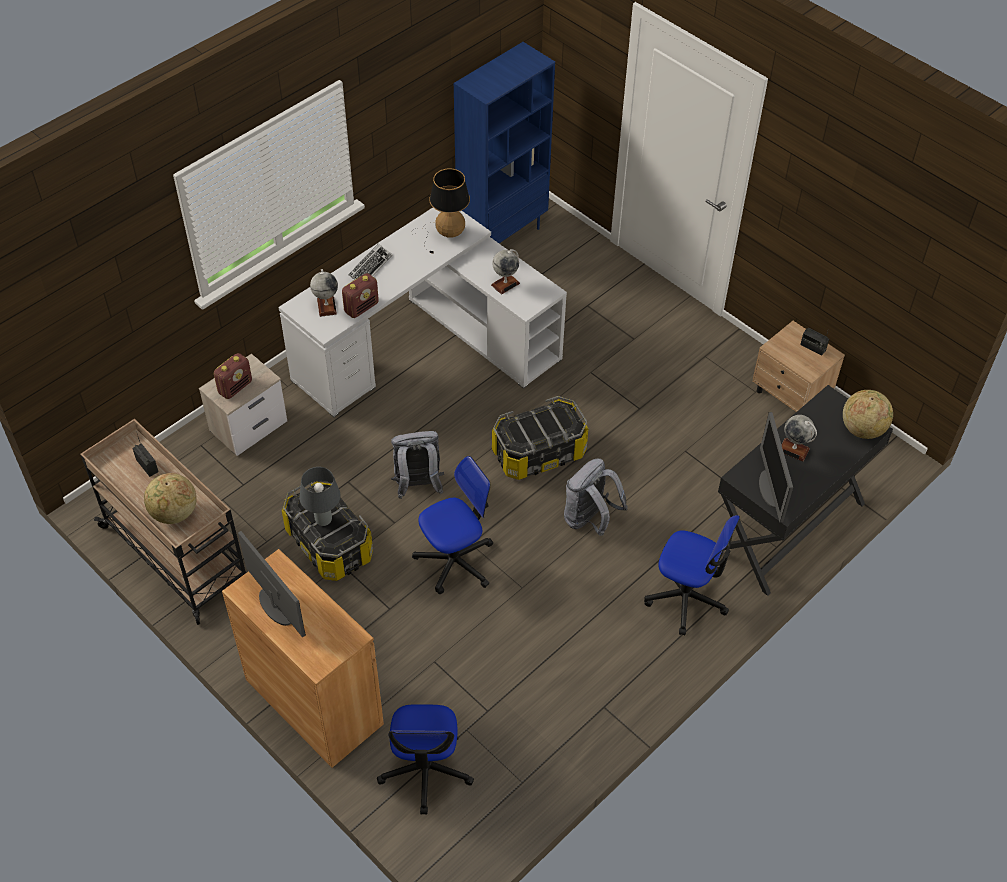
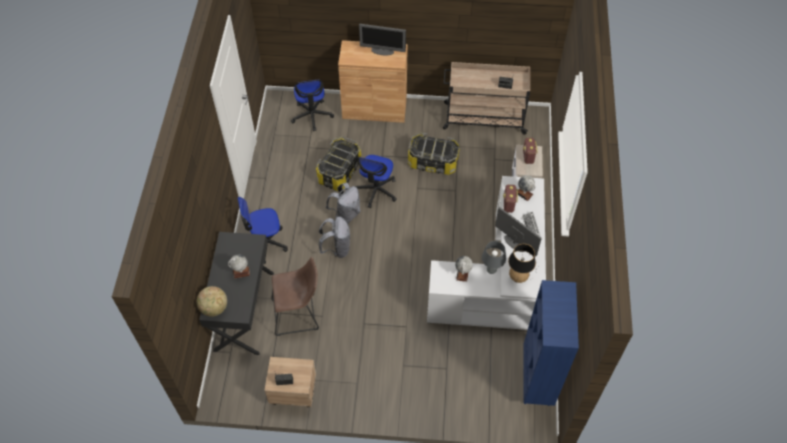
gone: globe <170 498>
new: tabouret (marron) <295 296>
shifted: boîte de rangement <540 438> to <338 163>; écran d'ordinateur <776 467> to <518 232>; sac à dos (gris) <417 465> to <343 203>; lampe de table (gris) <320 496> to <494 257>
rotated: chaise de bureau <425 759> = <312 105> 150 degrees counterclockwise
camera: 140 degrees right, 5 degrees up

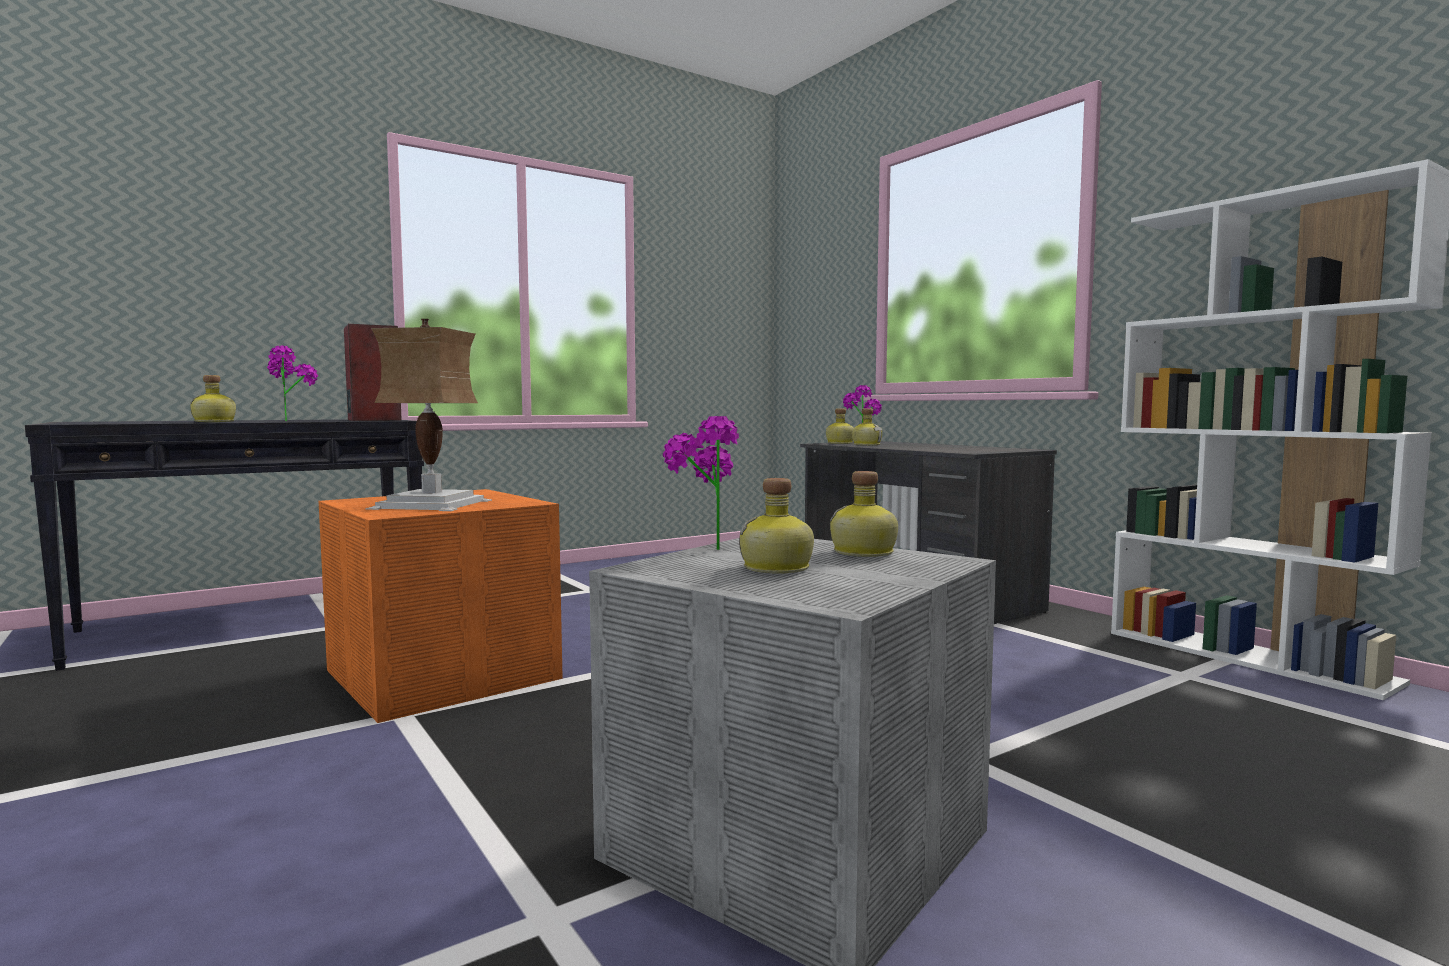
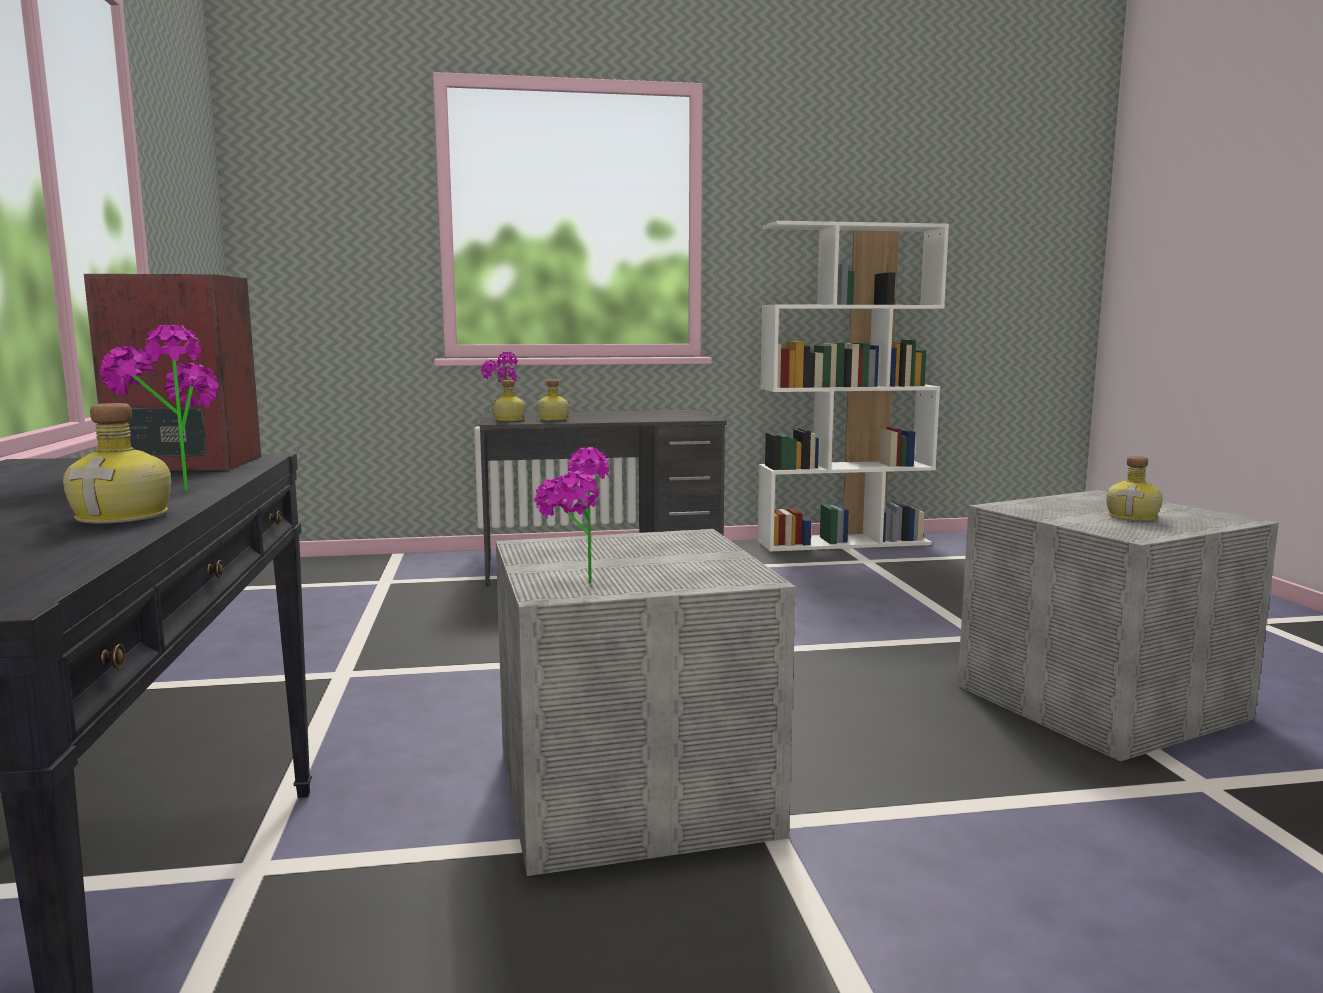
gone: lampe de table <428 415>; bouteille <864 514>
shifted: plante en pot <701 483> to <571 515>
repainted: boîte de rangement (orange) <441 606> to boîte de rangement (gris) <646 702>
camera: 65 degrees left, 5 degrees up

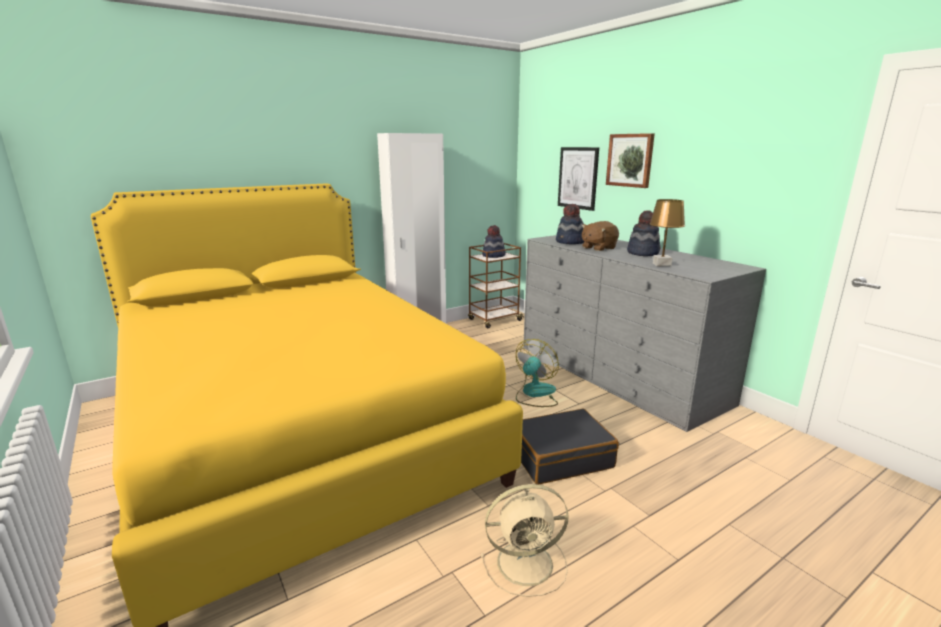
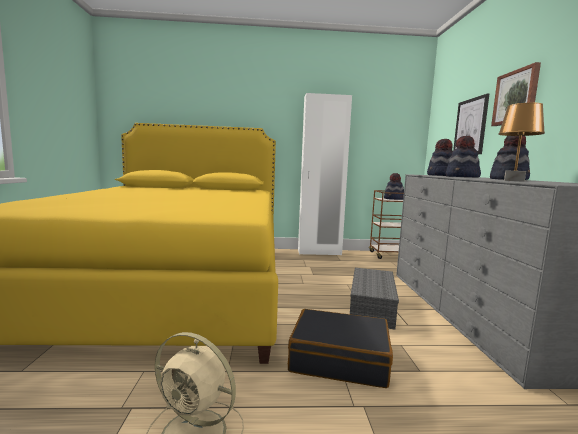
swapped: peluche (marron) <600 236> to chapeau <463 156>; ventilateur <537 373> to boîte de rangement (gris) <374 299>
camera: 30 degrees right, 10 degrees down

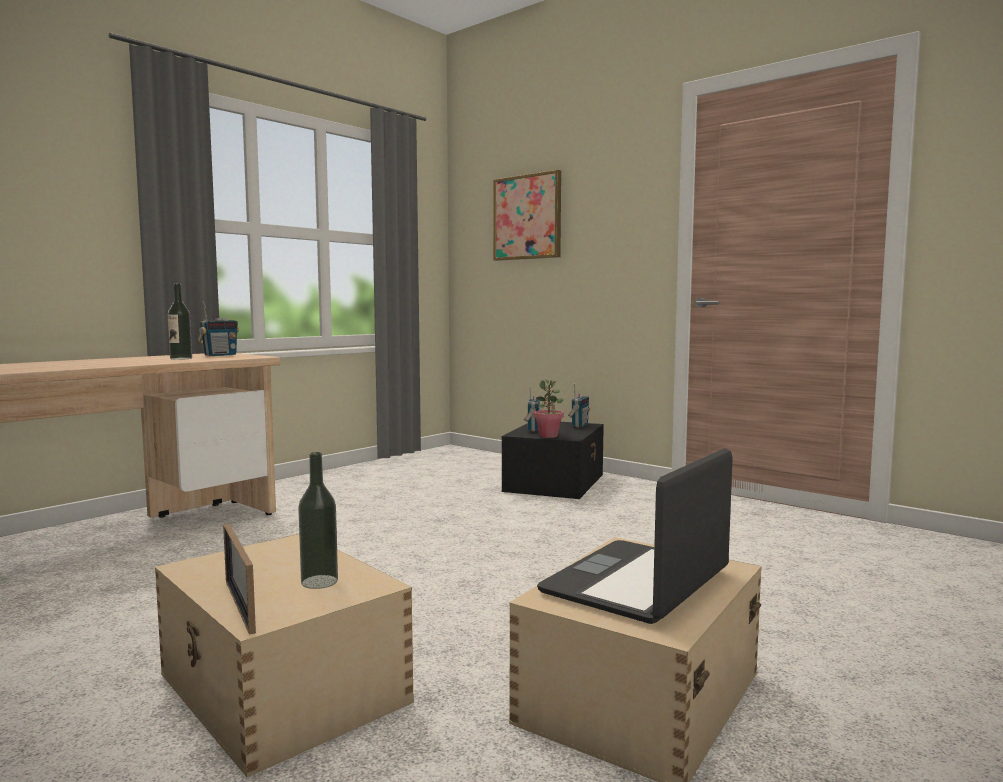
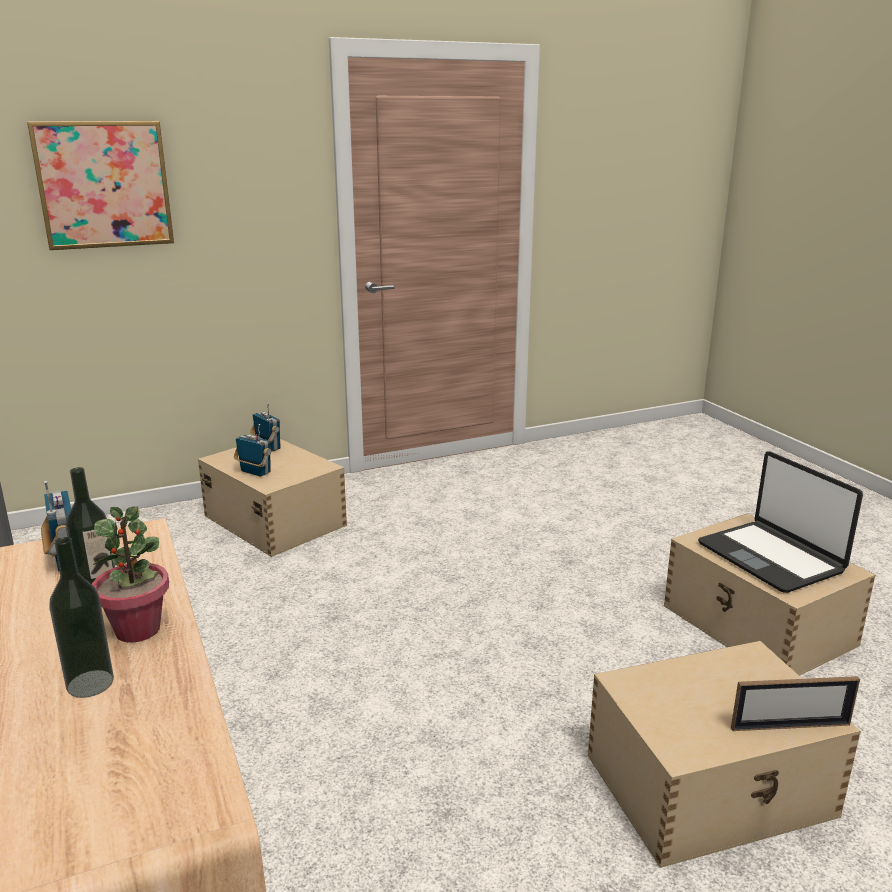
shifted: plante en pot <549 408> to <130 575>; bouteille <318 520> to <81 617>
repainted: boîte de rangement (noir) <553 460> to boîte de rangement (beige) <272 498>
camera: 65 degrees left, 15 degrees up

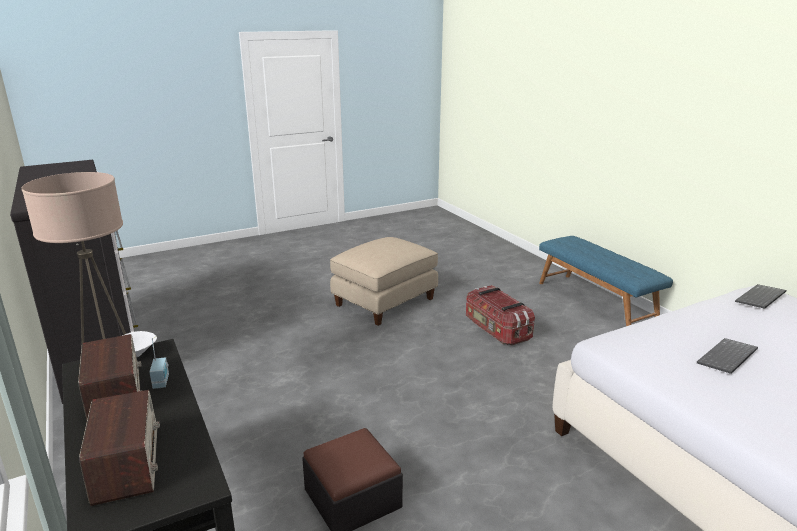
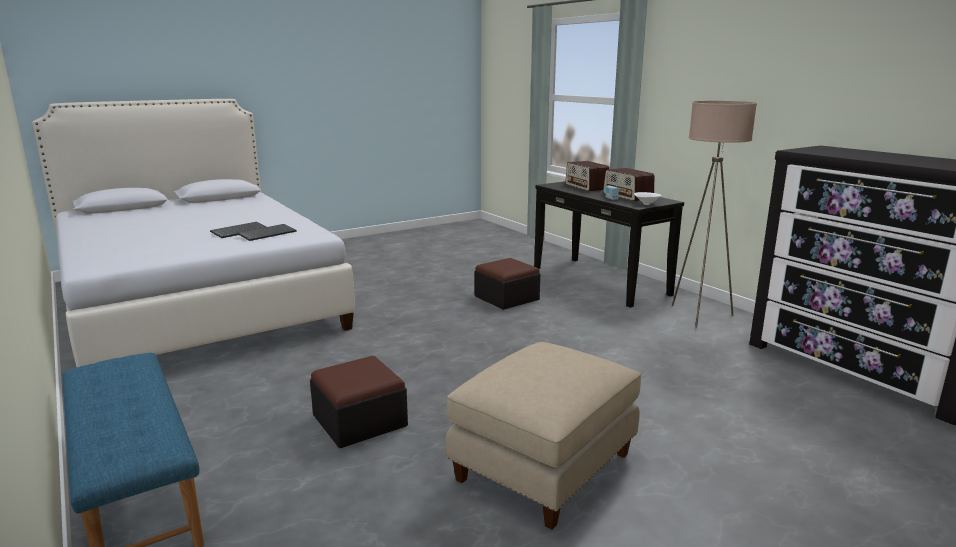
shifted: clavier <760 296> to <267 232>
swapped: boîte de rangement <500 315> to pouf <359 402>
camera: 175 degrees right, 5 degrees down

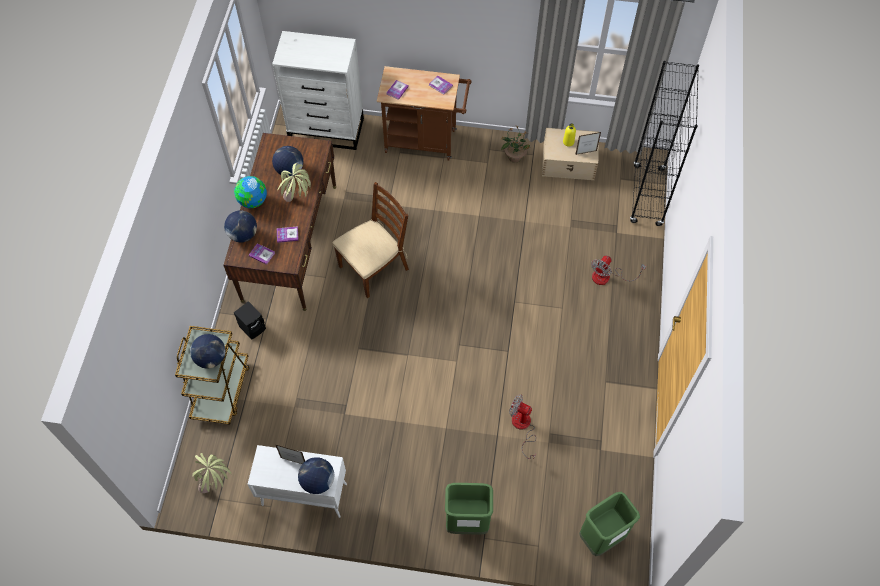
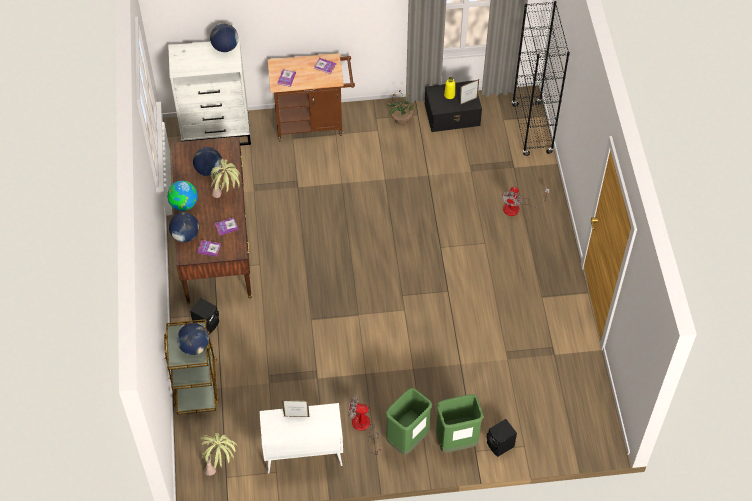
gone: chaise (marron) <370 240>
new: enceinte (noir) <502 438>
shifted: ventilateur <522 427> to <365 425>; globe <316 475> to <224 38>; poubelle (vert) <609 524> to <409 421>
repainted: boîte de rangement (beige) <570 154> to boîte de rangement (noir) <453 106>
camera: 15 degrees left, 5 degrees down

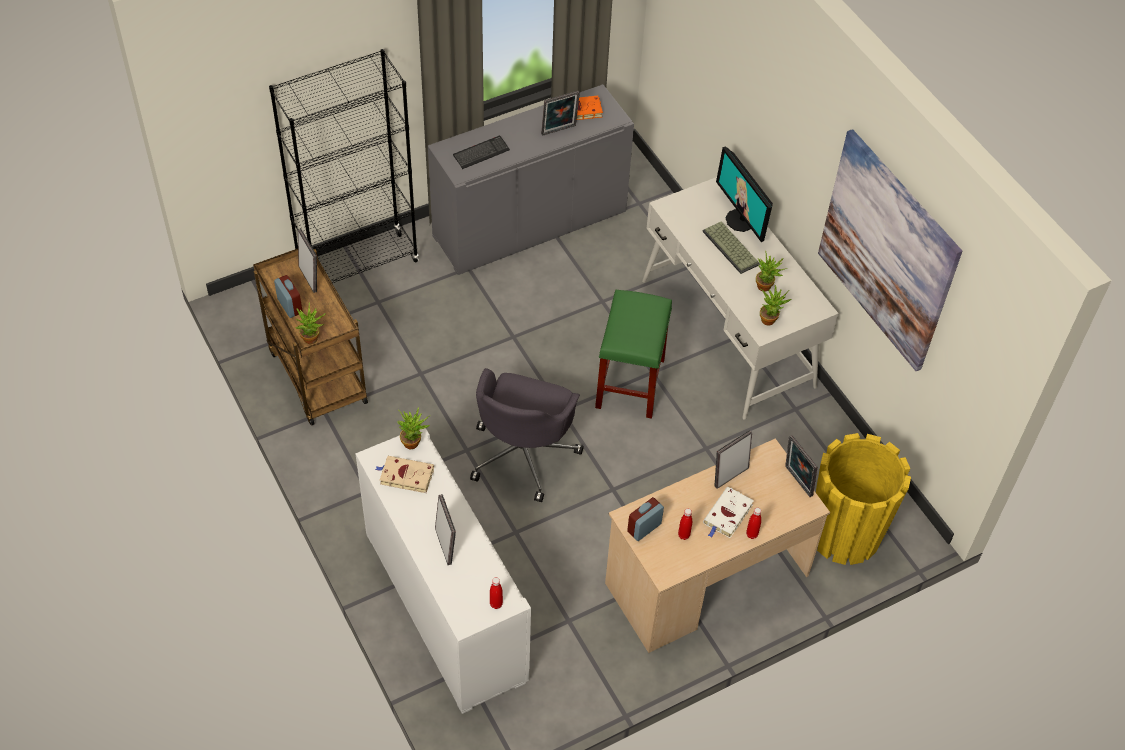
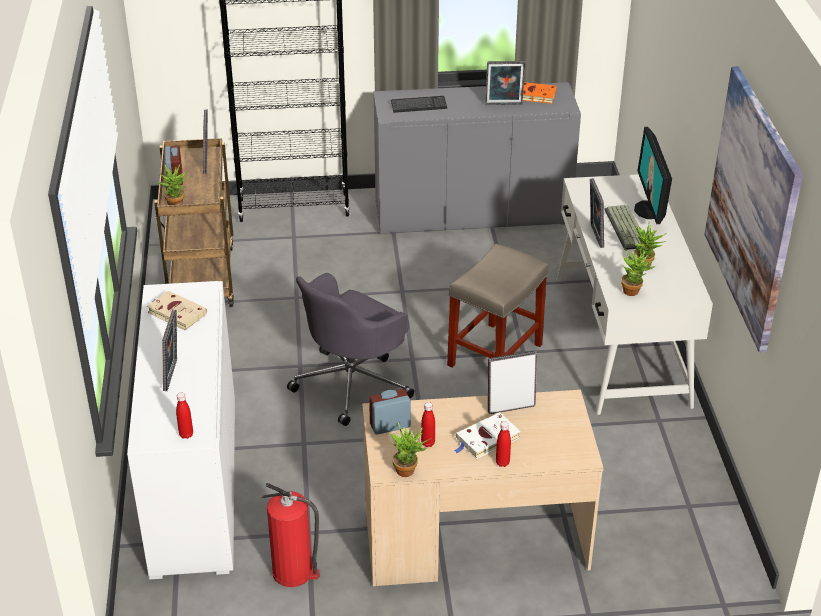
gone: cache-pot (jaune) <863 499>
new: extincteur <291 535>
shifted: plante en pot <413 428> to <411 450>; cadre photo <801 466> to <597 213>
repainted: tabouret (vert) <633 354> to tabouret (beige) <498 306>
camera: 25 degrees right, 15 degrees down

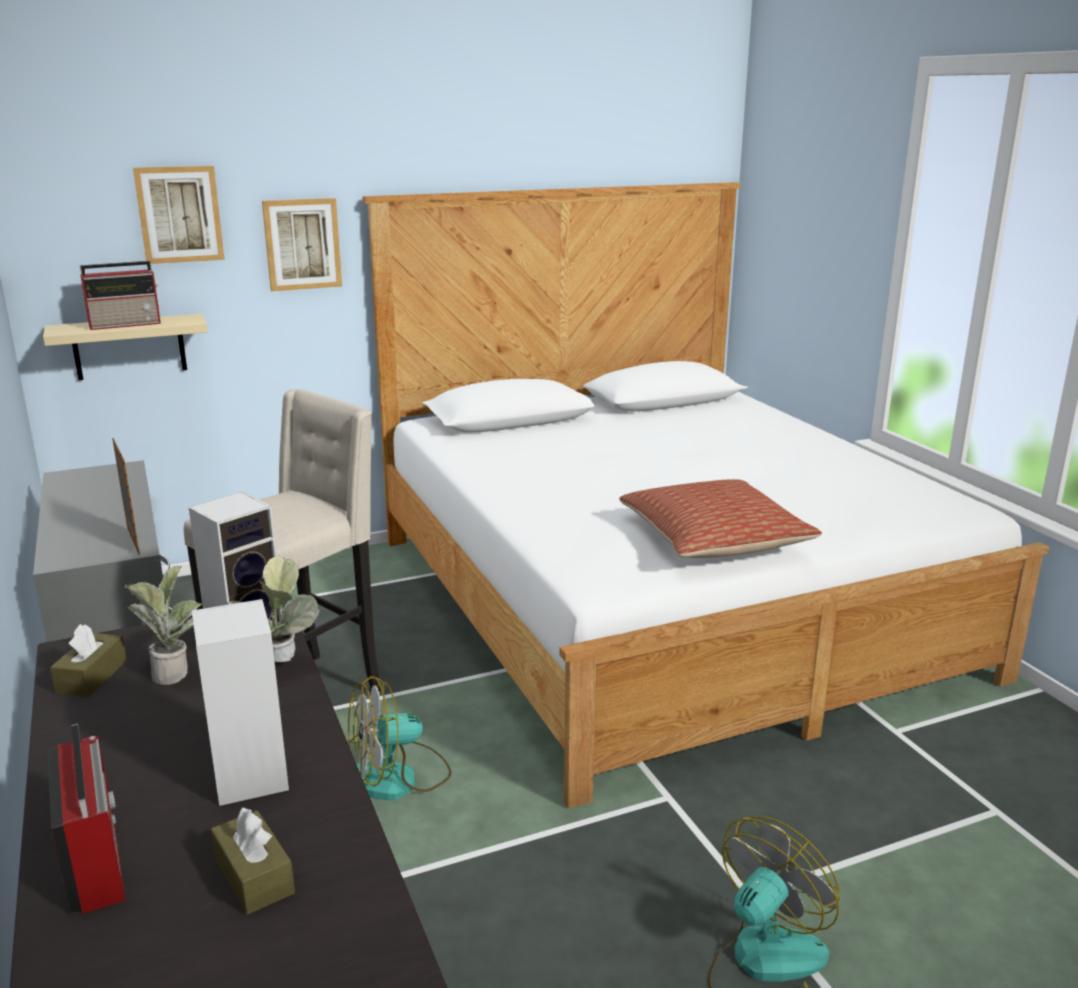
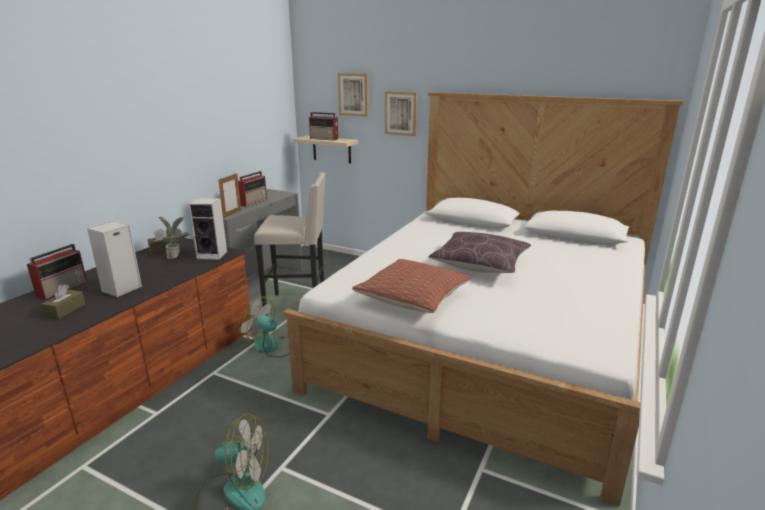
gone: plante en pot <273 609>
new: radio <252 189>; coussin (marron) <479 252>
camera: 50 degrees right, 0 degrees up

